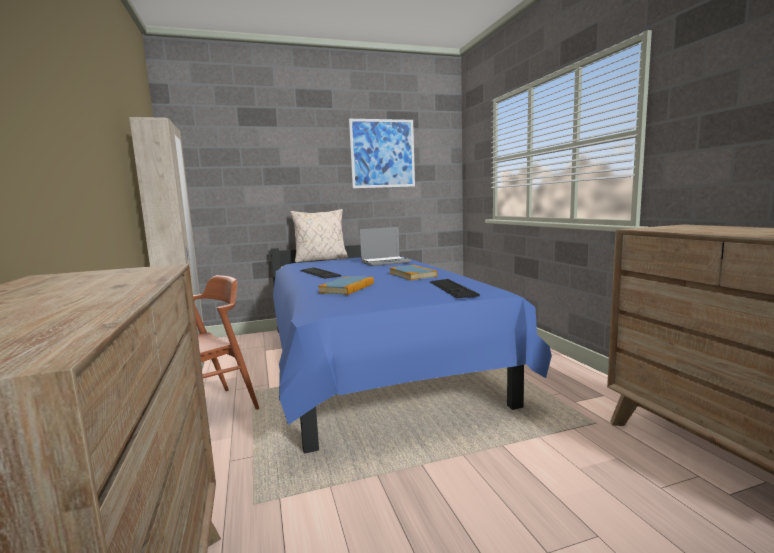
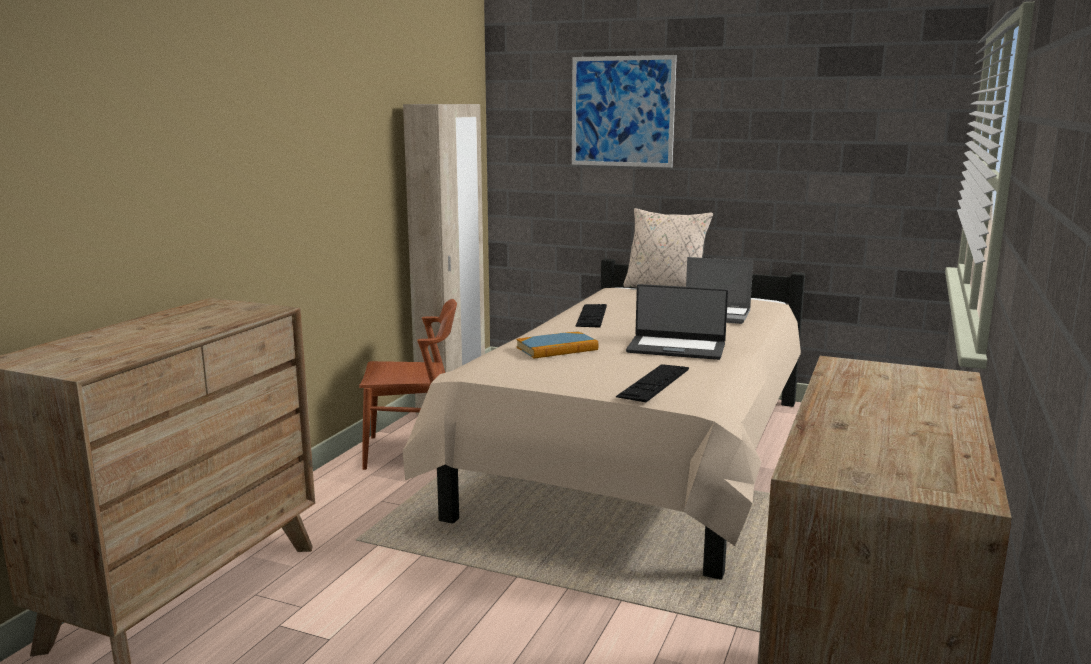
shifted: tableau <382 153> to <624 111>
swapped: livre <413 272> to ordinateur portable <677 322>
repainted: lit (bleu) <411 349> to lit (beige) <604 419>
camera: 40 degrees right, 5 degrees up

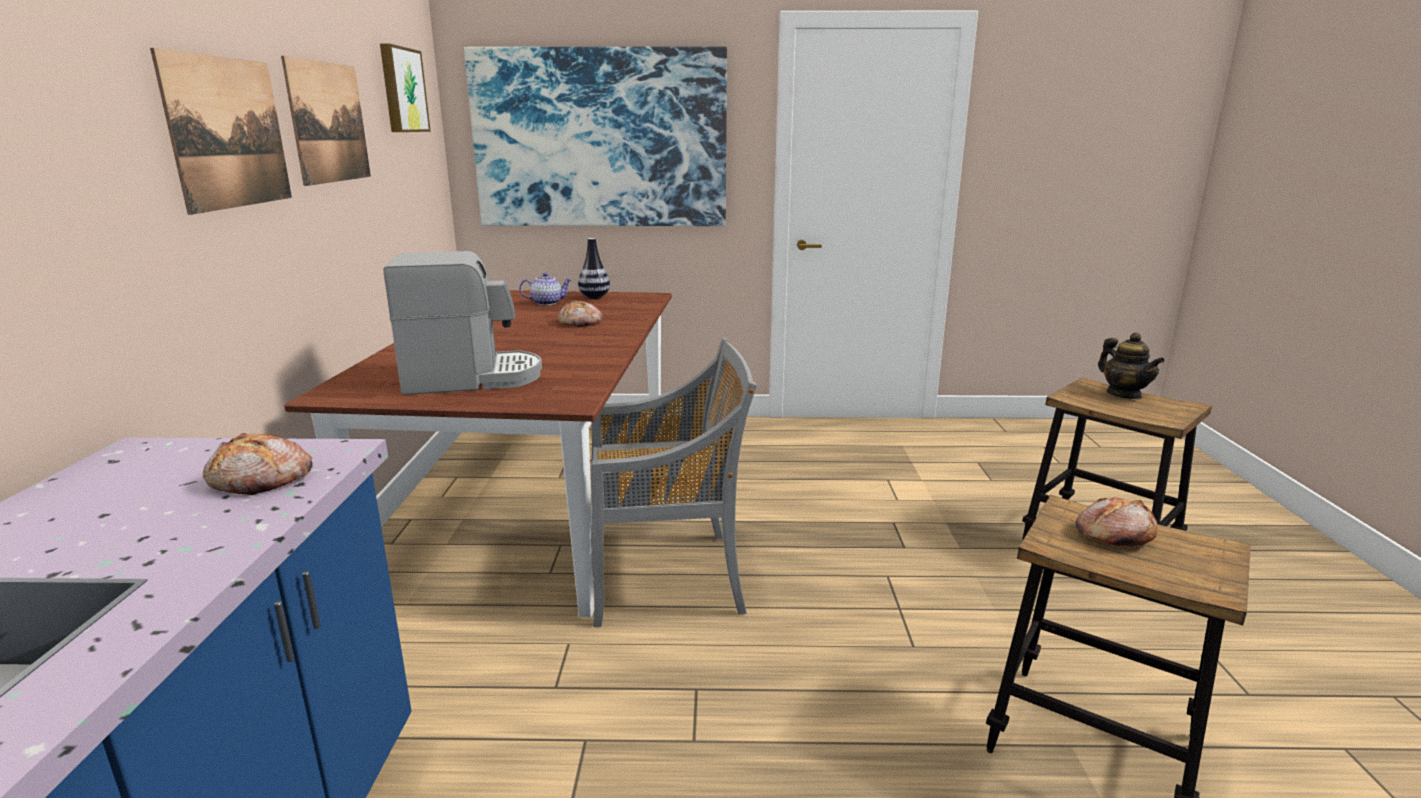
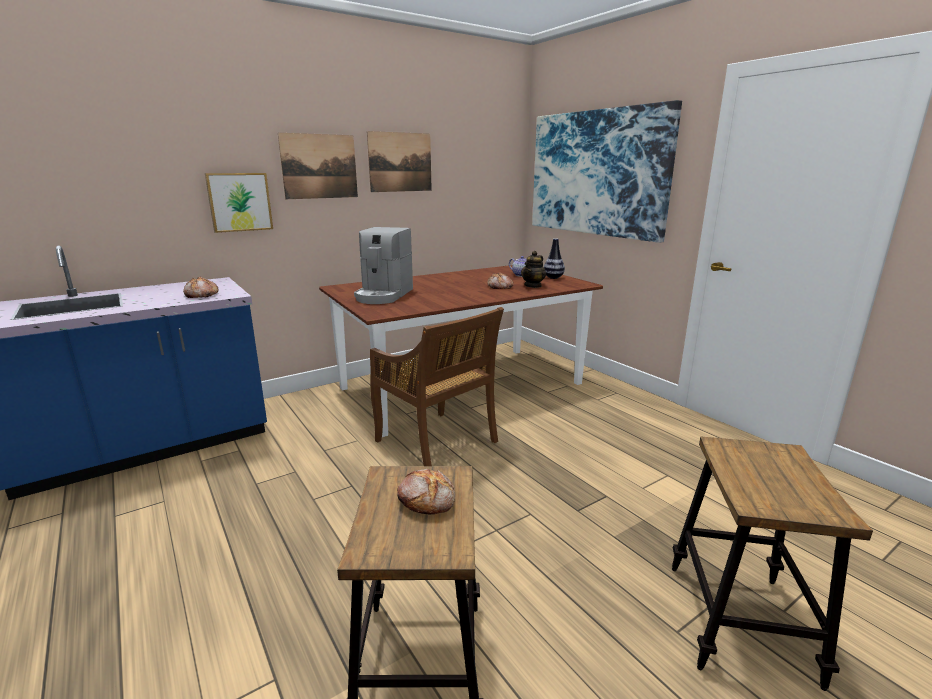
shifted: tableau <405 88> to <239 203>; théière <1131 365> to <533 269>
repainted: chaise (gris) <674 482> to chaise (marron) <437 386>
rotated: machine à café <463 323> = <383 265> 60 degrees clockwise
camera: 55 degrees right, 0 degrees up

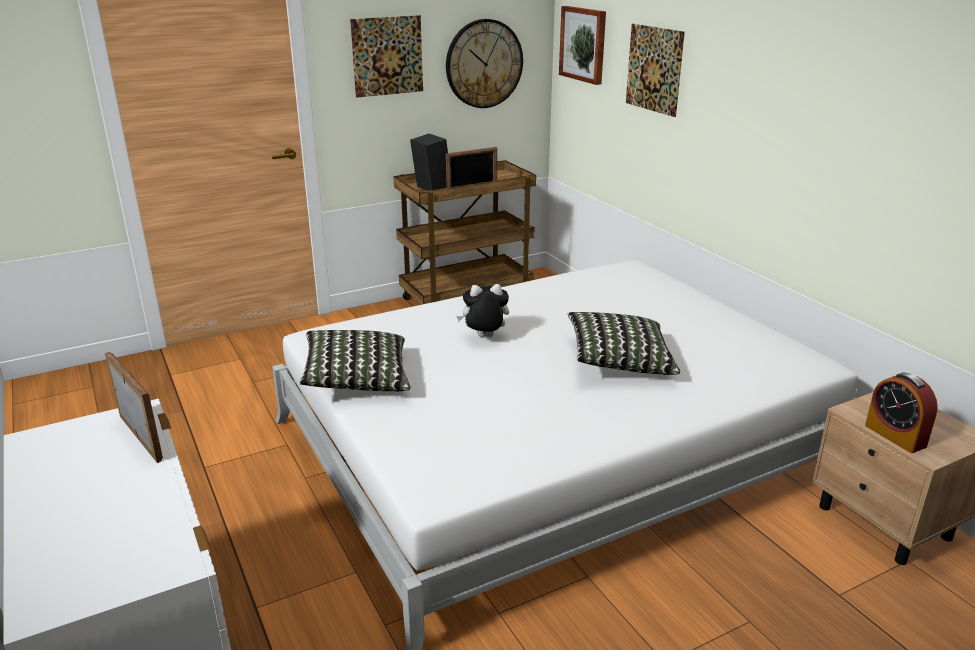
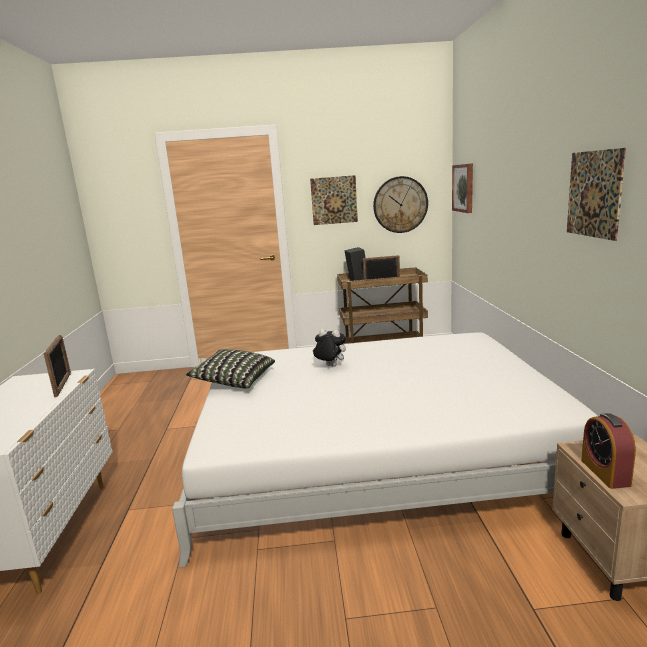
gone: coussin <624 343>
shifted: tableau <655 70> to <596 194>
camera: 25 degrees right, 10 degrees down

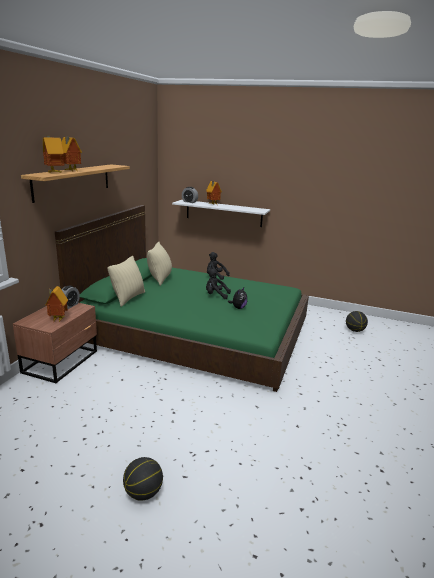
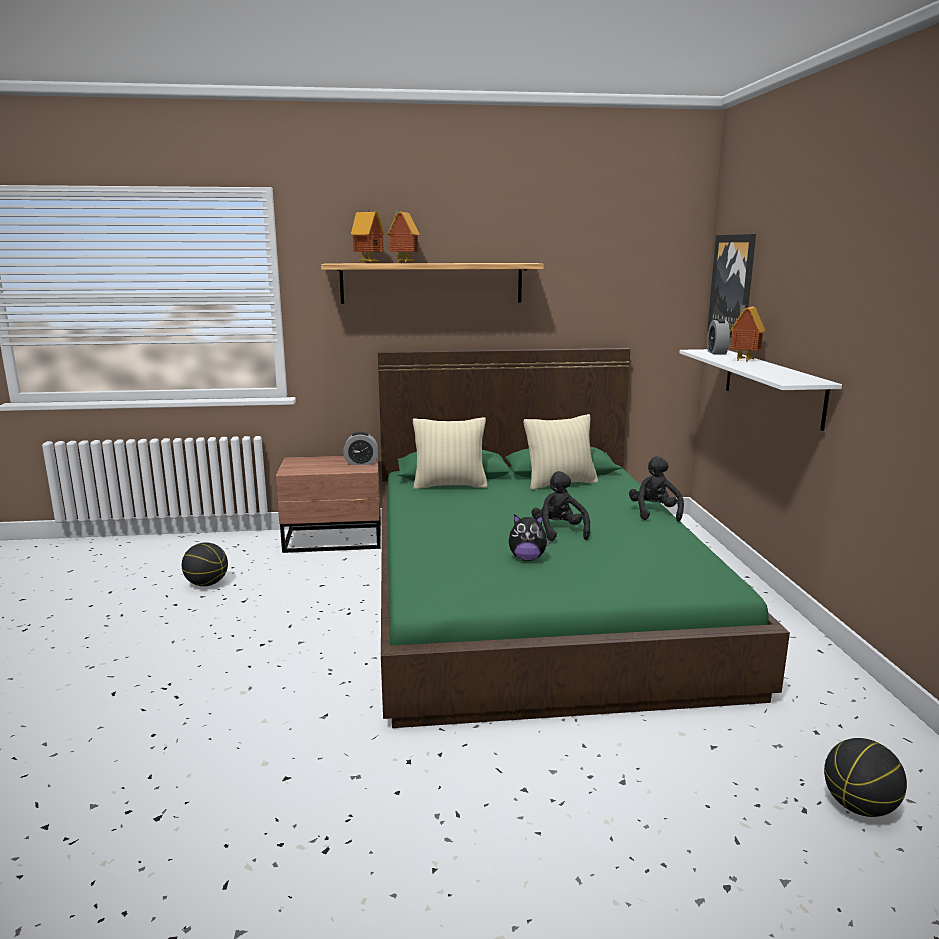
gone: maison miniature <56 304>
new: tableau <731 286>
shifted: ballon de basket <143 479> to <205 564>
camera: 65 degrees right, 5 degrees down

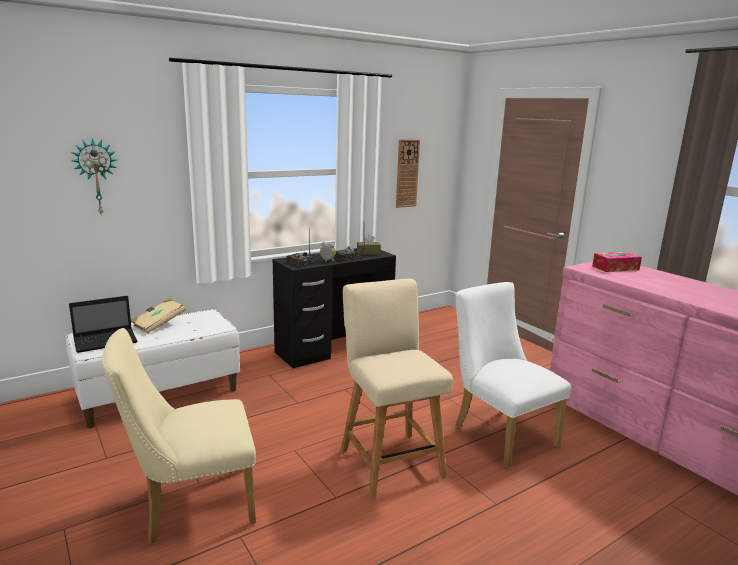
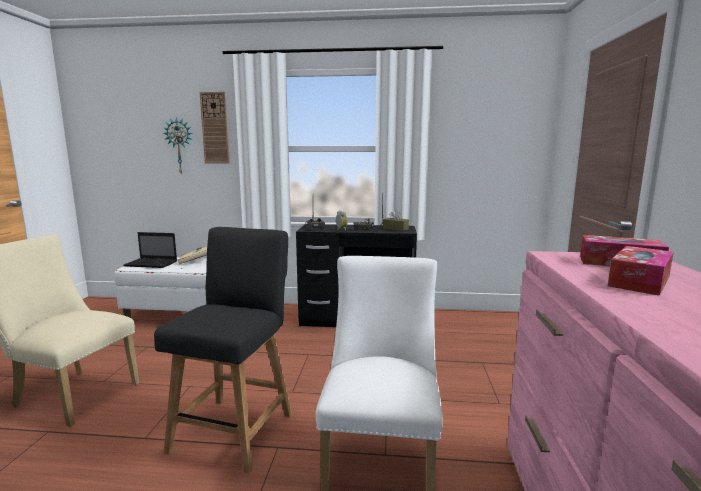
new: boîte à mouchoirs <641 271>
shifted: horloge murale <408 173> to <215 127>
repainted: chaise (beige) <397 388> to chaise (noir) <223 350>
camera: 40 degrees right, 5 degrees down

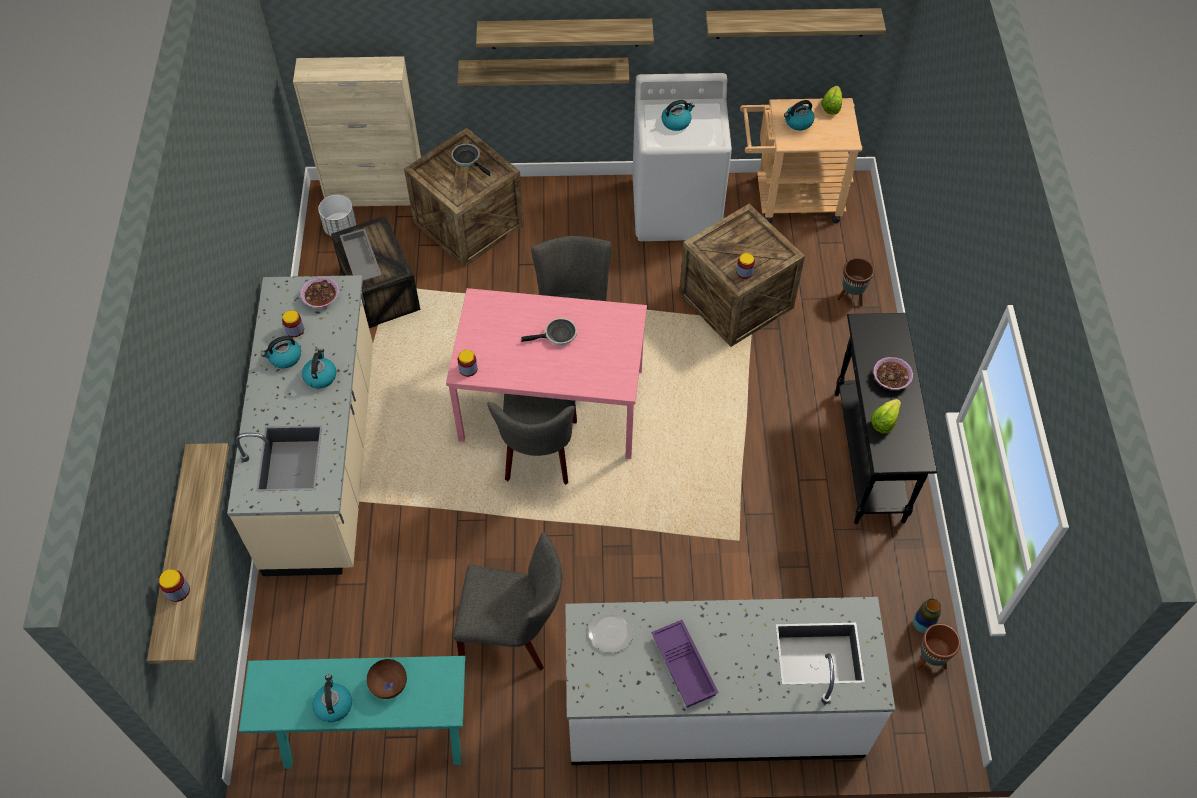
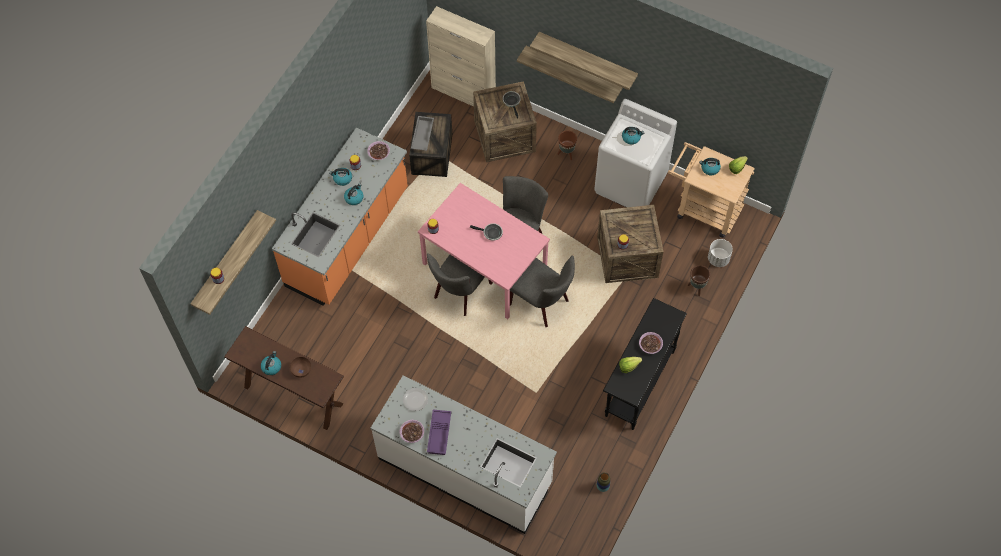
gone: étagère <796 23>
new: bol <412 431>
shifted: cache-pot (blanc) <337 215> to <720 253>; chaise (gris) <508 601> to <542 291>; cache-pot (marron) <938 647> to <567 145>
repainted: comptoir de cuisine (beige) <300 425> to comptoir de cuisine (orange) <340 216>; table console (turquoise) <352 712> to table console (marron) <284 378>
camera: 30 degrees right, 5 degrees up

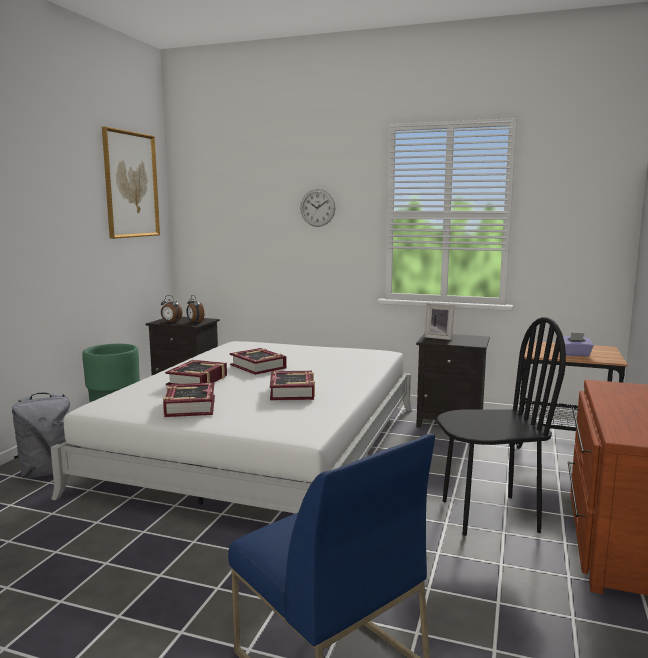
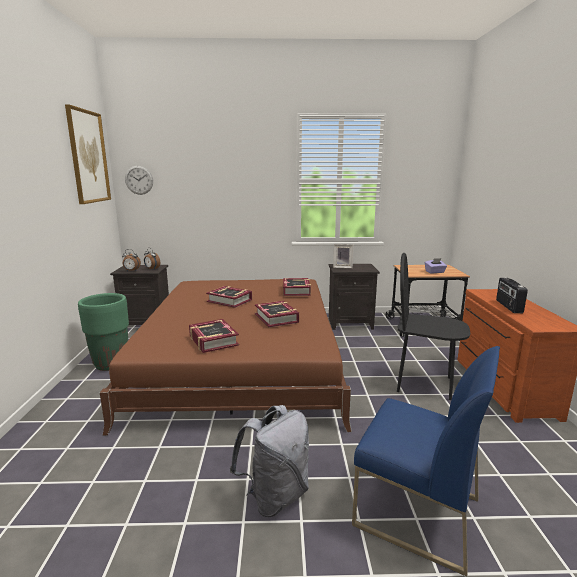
new: radio <512 295>
shifted: horloge murale <317 208> to <139 180>; livre <196 373> to <297 287>; sac à dos (gris) <41 435> to <269 461>
repainted: lit (blanc) <231 427> to lit (marron) <226 357>
rotated: chaise (noir) <501 426> = <433 326> 135 degrees counterclockwise
camera: 20 degrees left, 5 degrees up

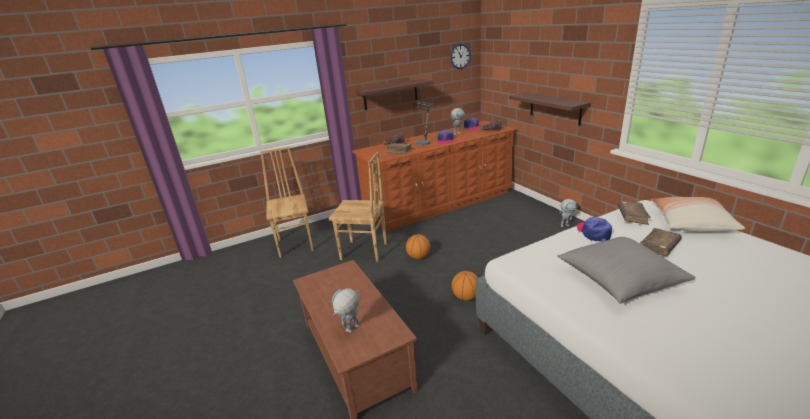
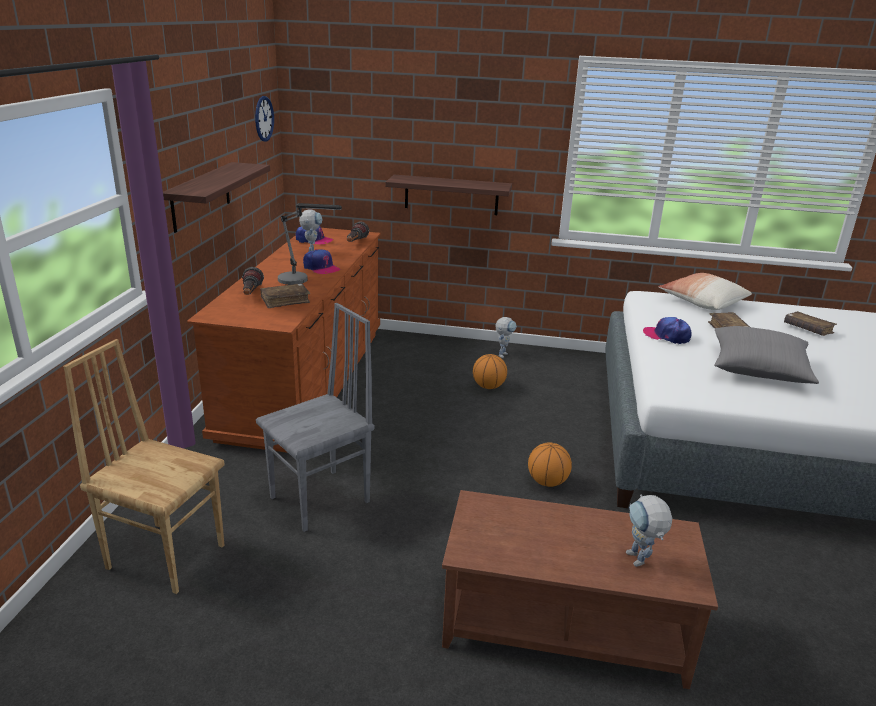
shifted: livre (marron) <634 213> to <810 323>; ballon de basket <418 246> to <490 371>
repainted: chaise (marron) <357 206> to chaise (gris) <315 417>
camera: 55 degrees left, 0 degrees up

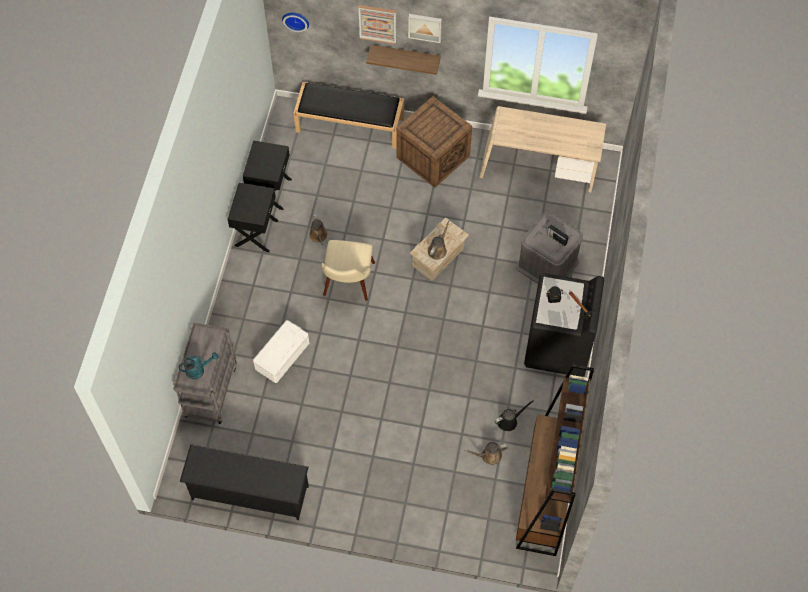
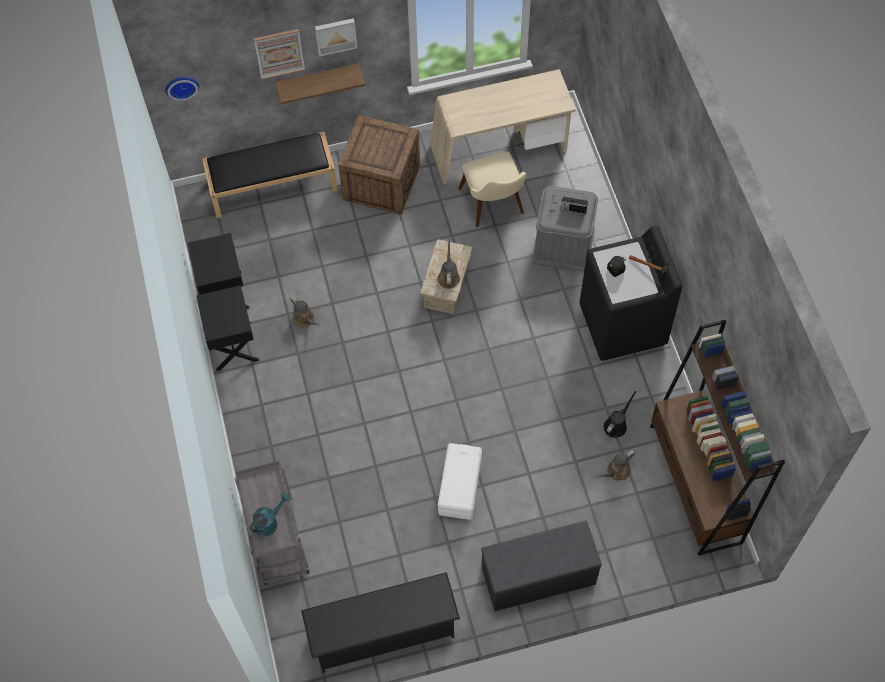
new: banc (gris) <541 566>
shifted: chaise (beige) <348 270> to <492 189>; boîte de rangement (blanc) <281 351> to <460 481>
camera: 25 degrees left, 0 degrees up

